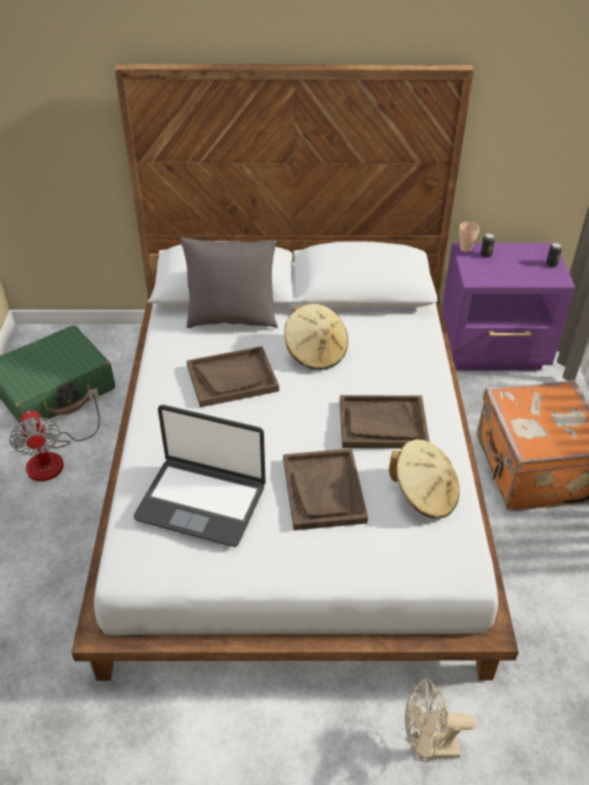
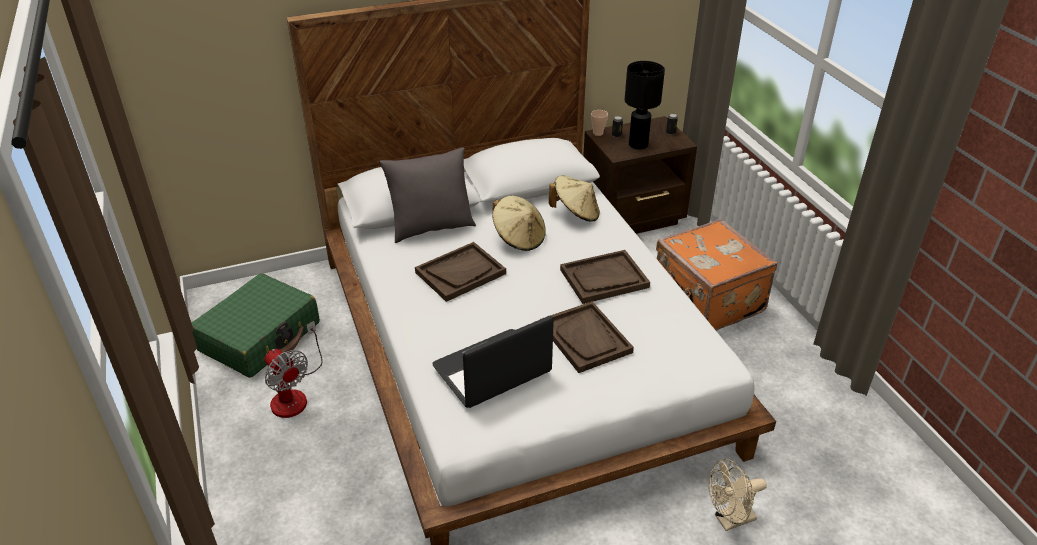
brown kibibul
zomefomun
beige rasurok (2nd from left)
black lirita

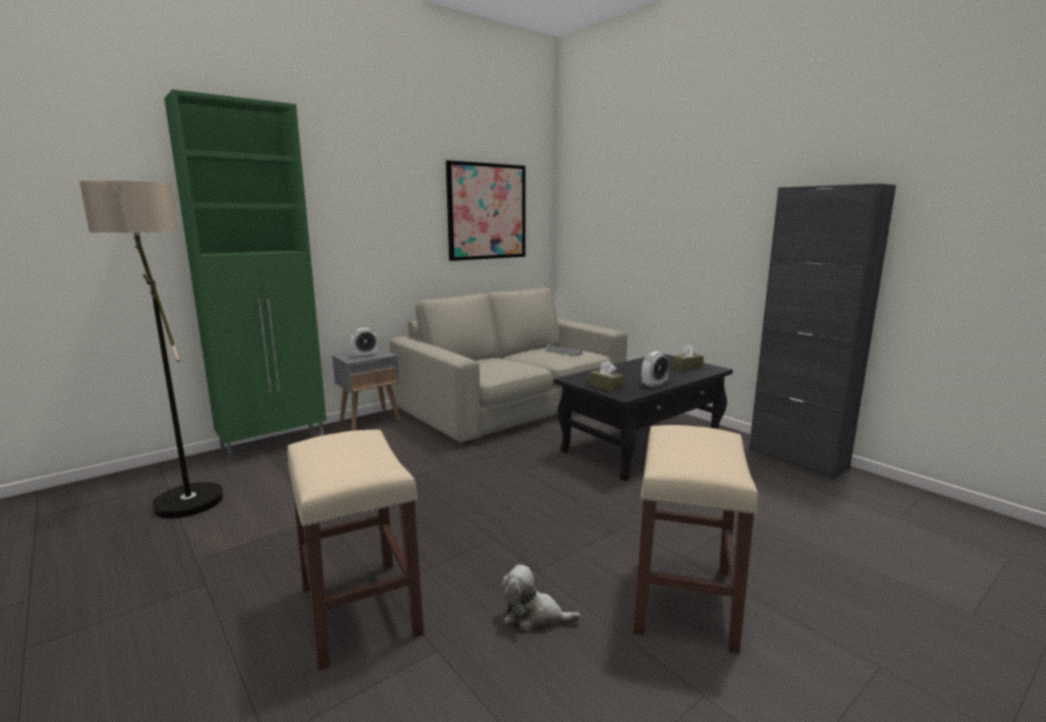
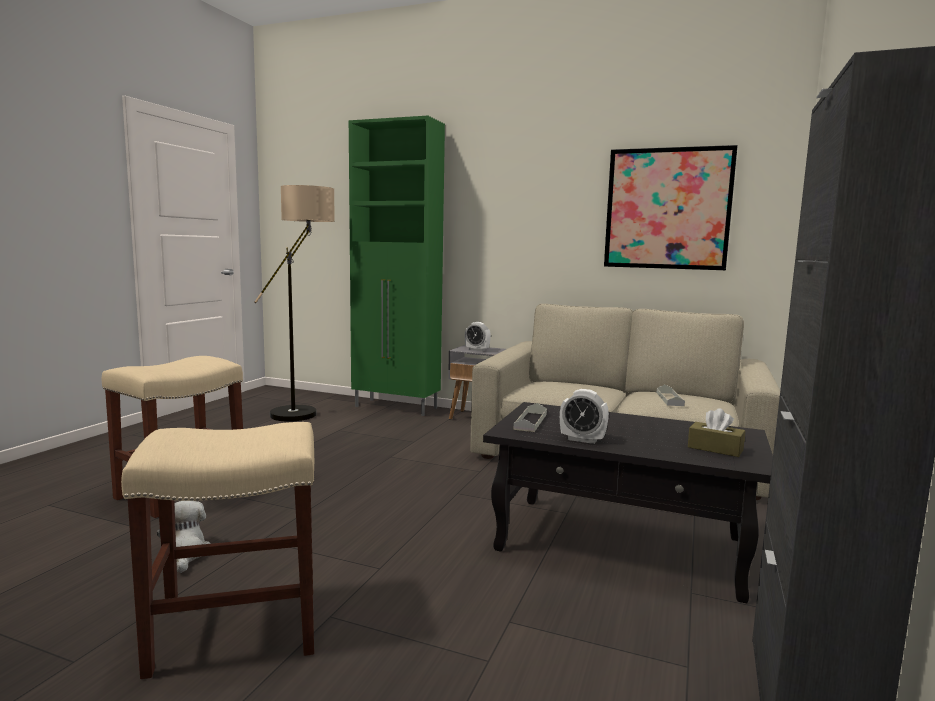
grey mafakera (1st from left)

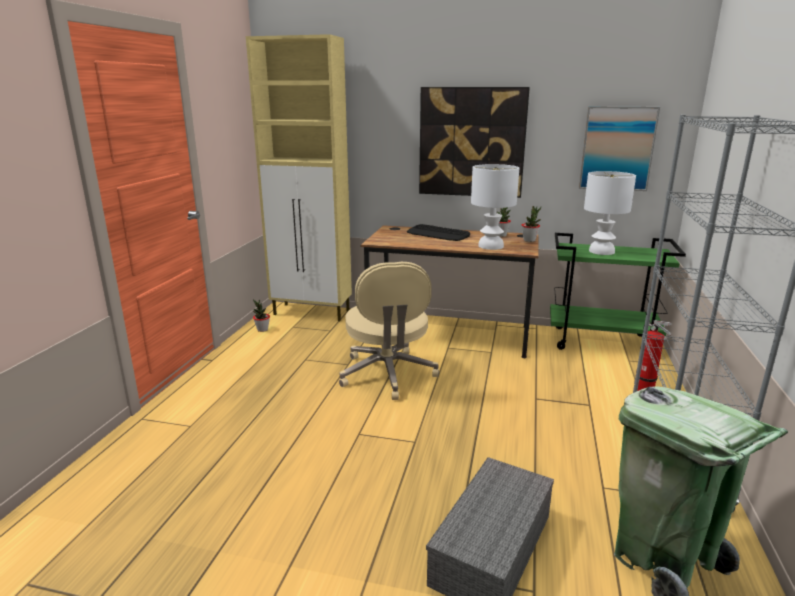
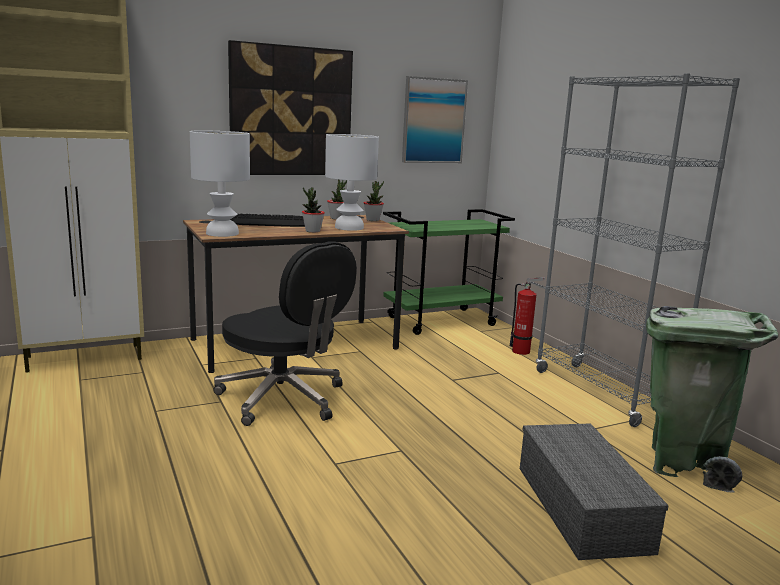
white lirita (1st from left)
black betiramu
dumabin (1st from left)

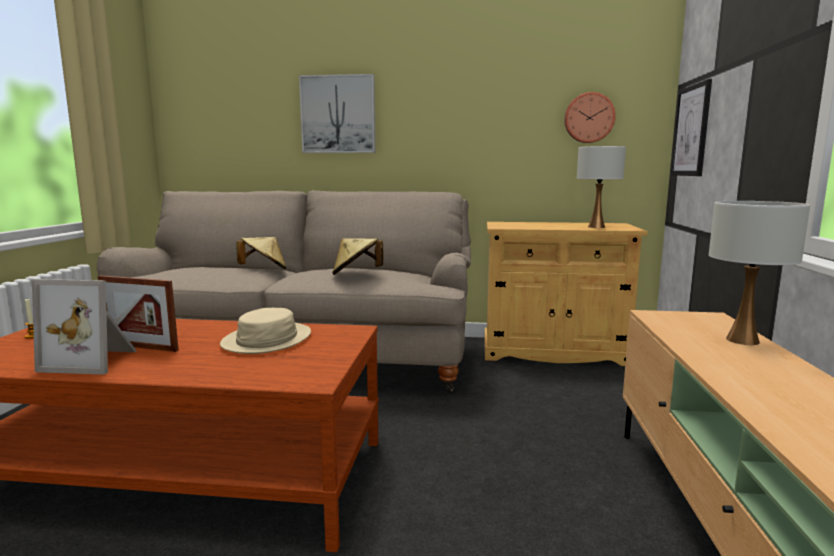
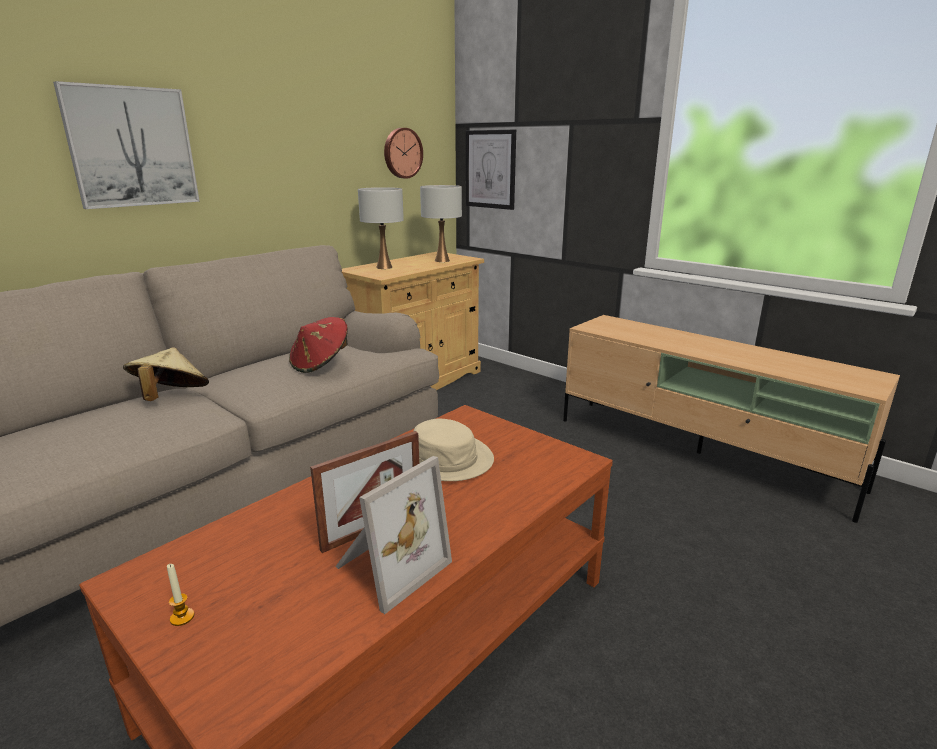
white lirita (1st from left)
red rasurok

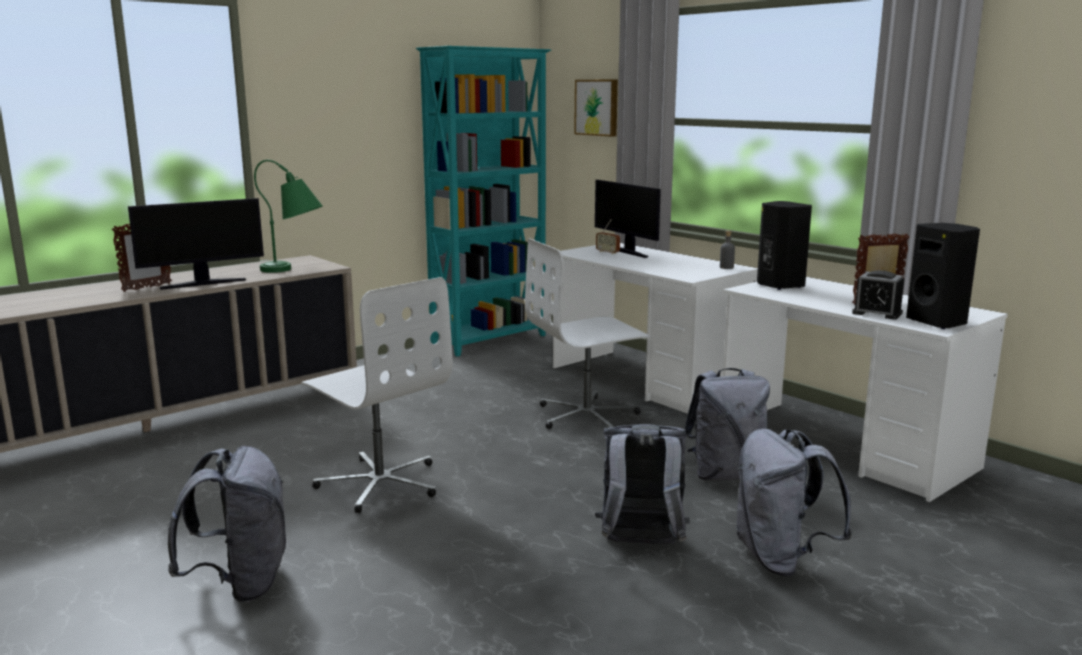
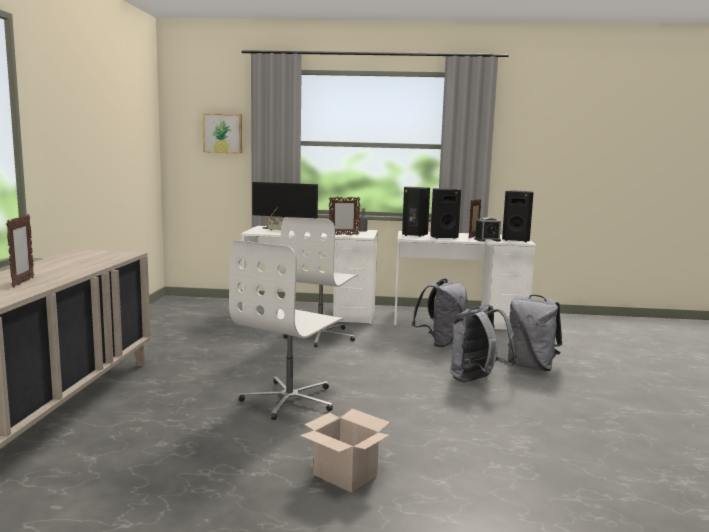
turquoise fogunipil
green lirita
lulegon (1st from left in the first image)
white betiramu (1st from left)
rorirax
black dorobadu (2nd from left)
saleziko (2nd from left)

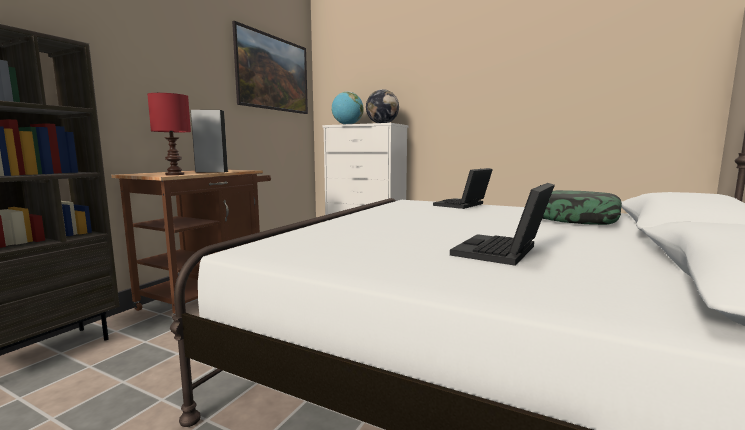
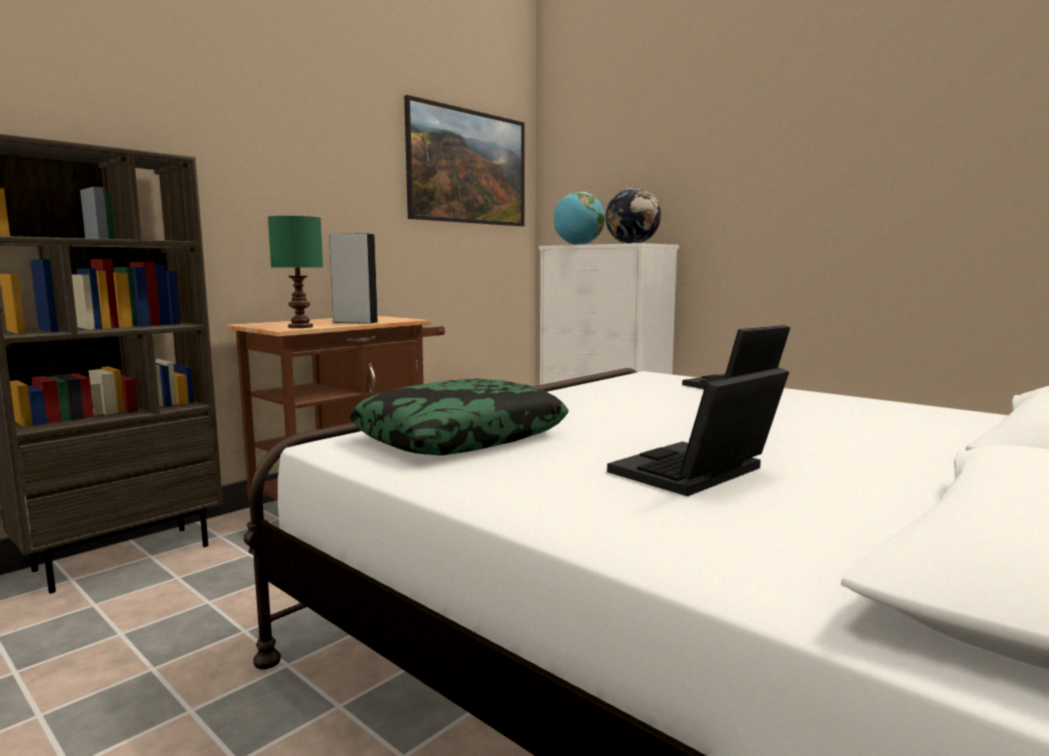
green lirita
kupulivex

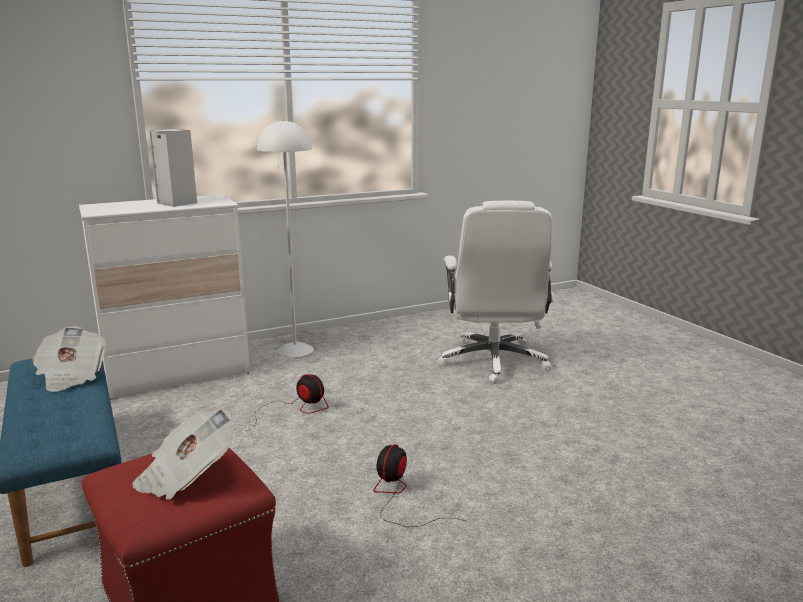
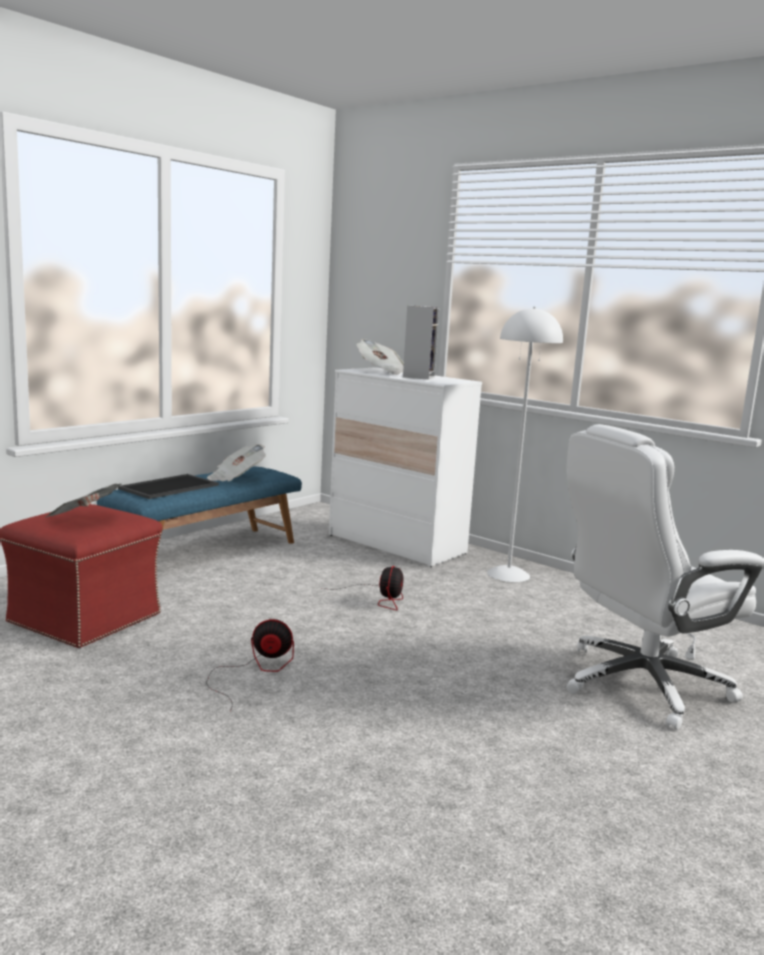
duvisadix (3rd from left)
mafakera

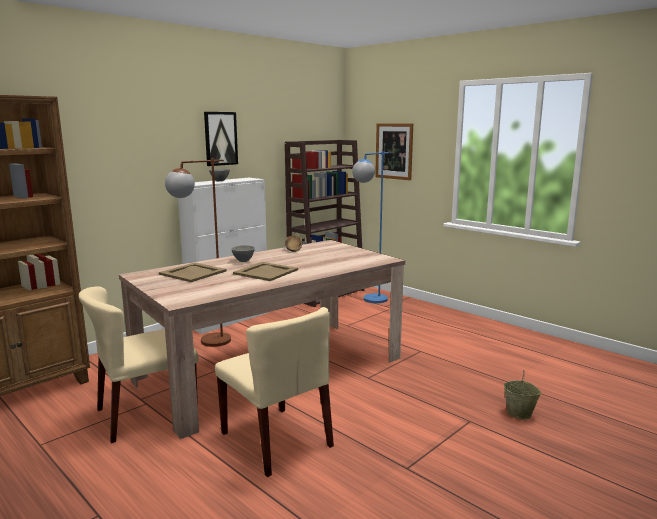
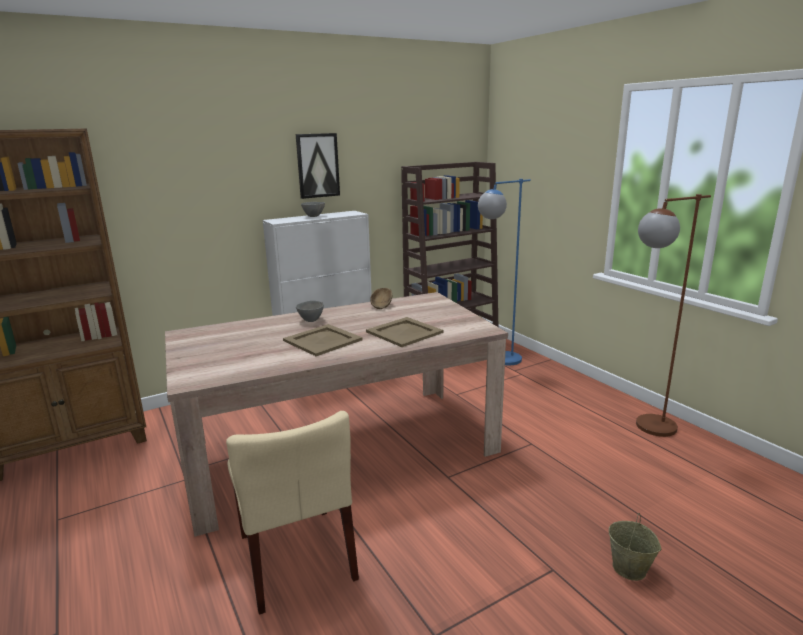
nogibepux (2nd from left in the first image)
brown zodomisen
beige mafakera (2nd from left)
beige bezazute (1st from left in the first image)

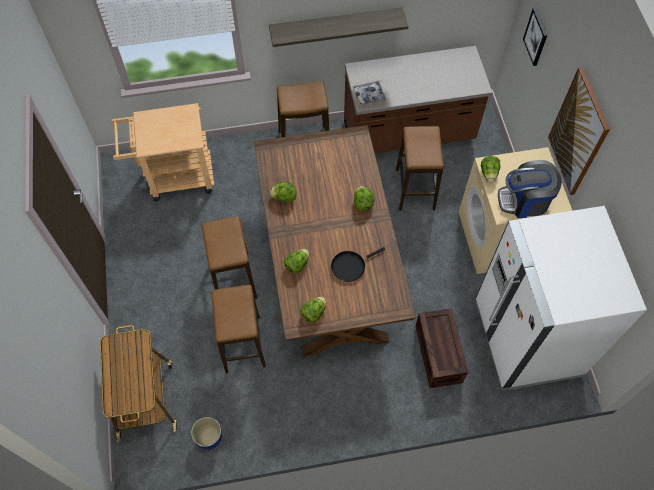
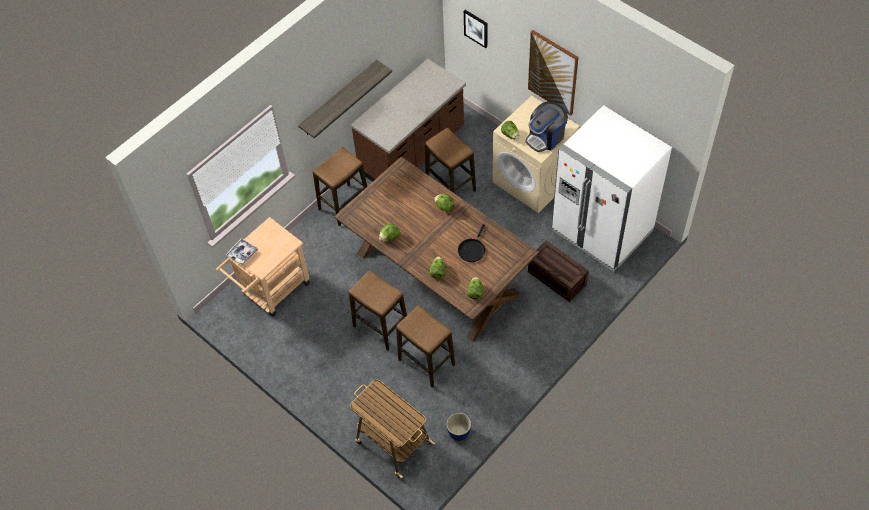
mafakera

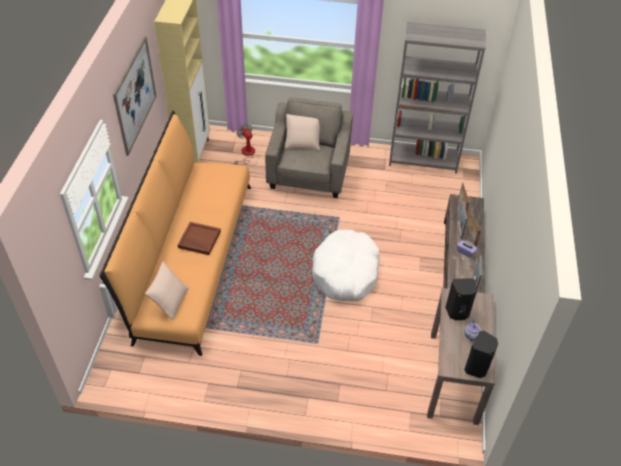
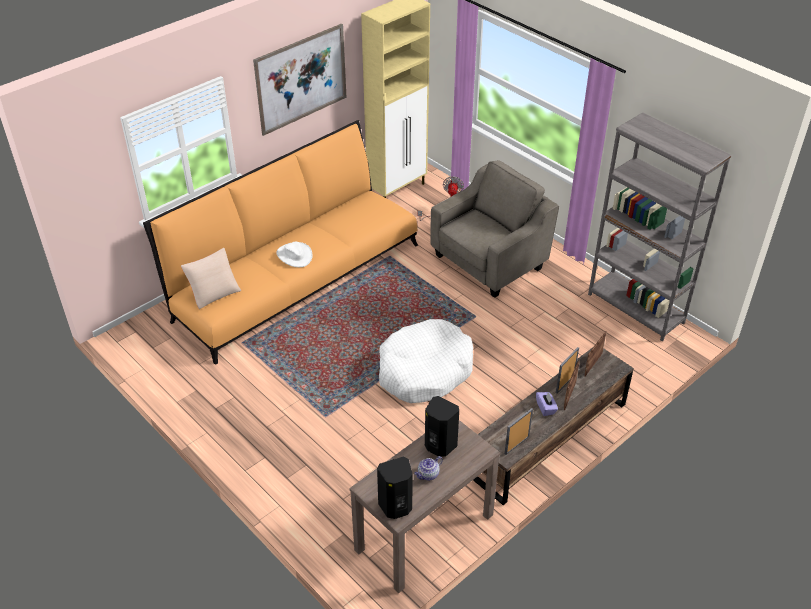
beige kupulivex (2nd from left in the first image)
white rasurok

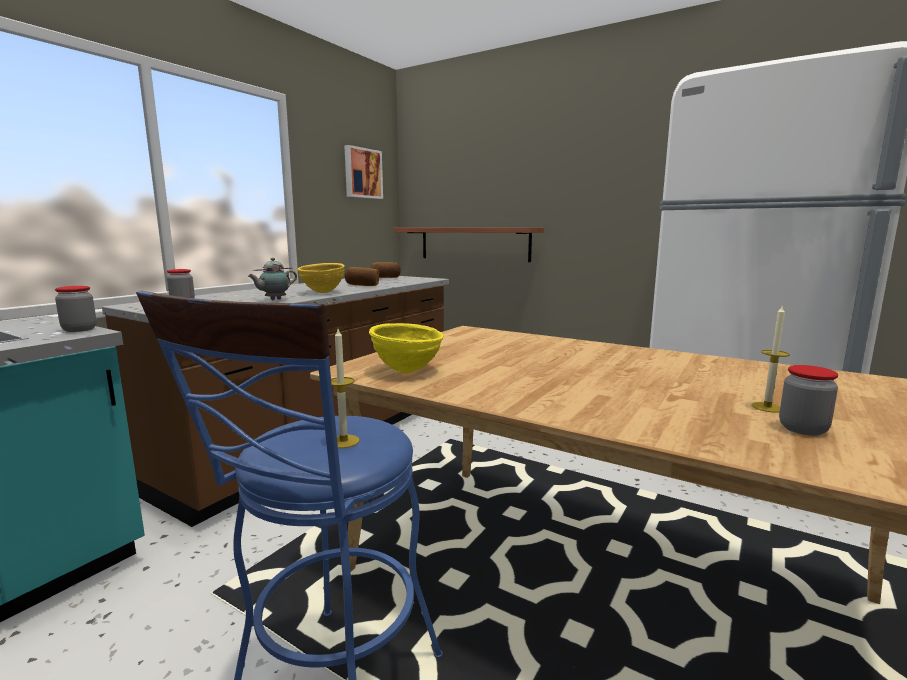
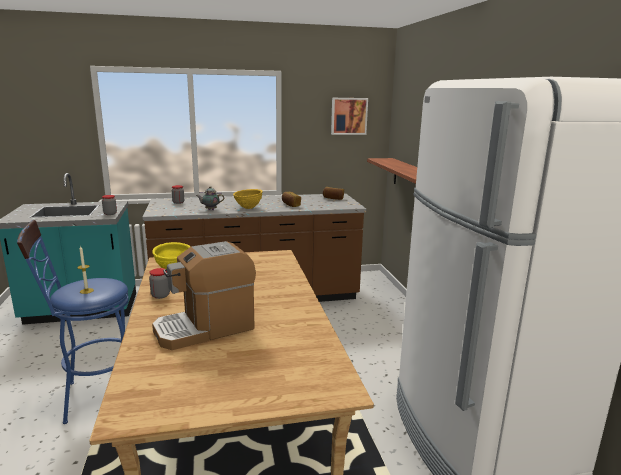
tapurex (2nd from left in the first image)
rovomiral (2nd from left)
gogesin

